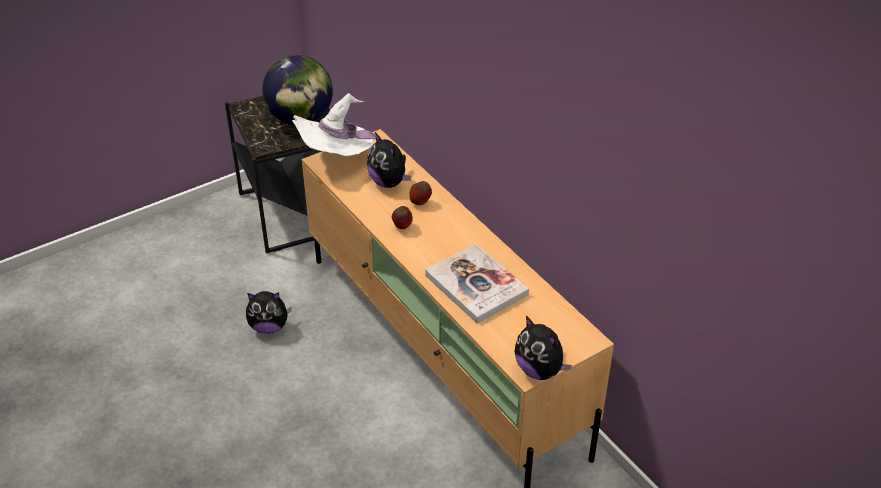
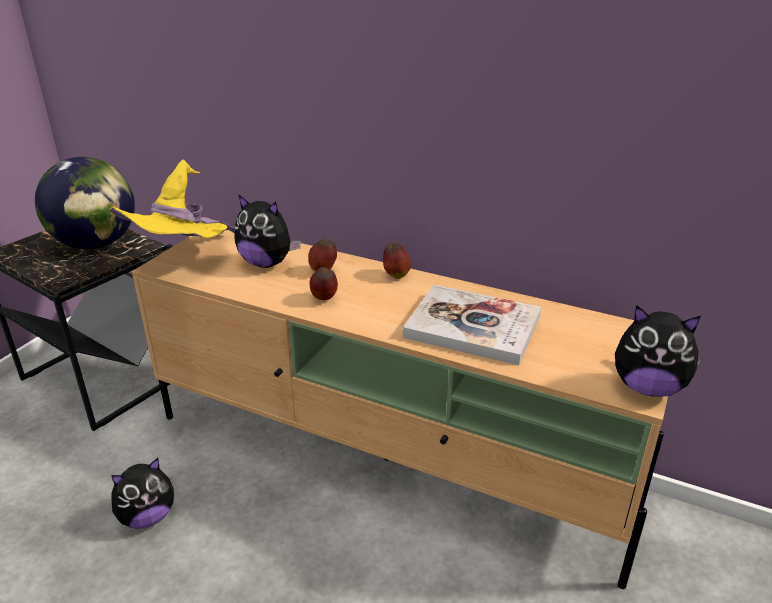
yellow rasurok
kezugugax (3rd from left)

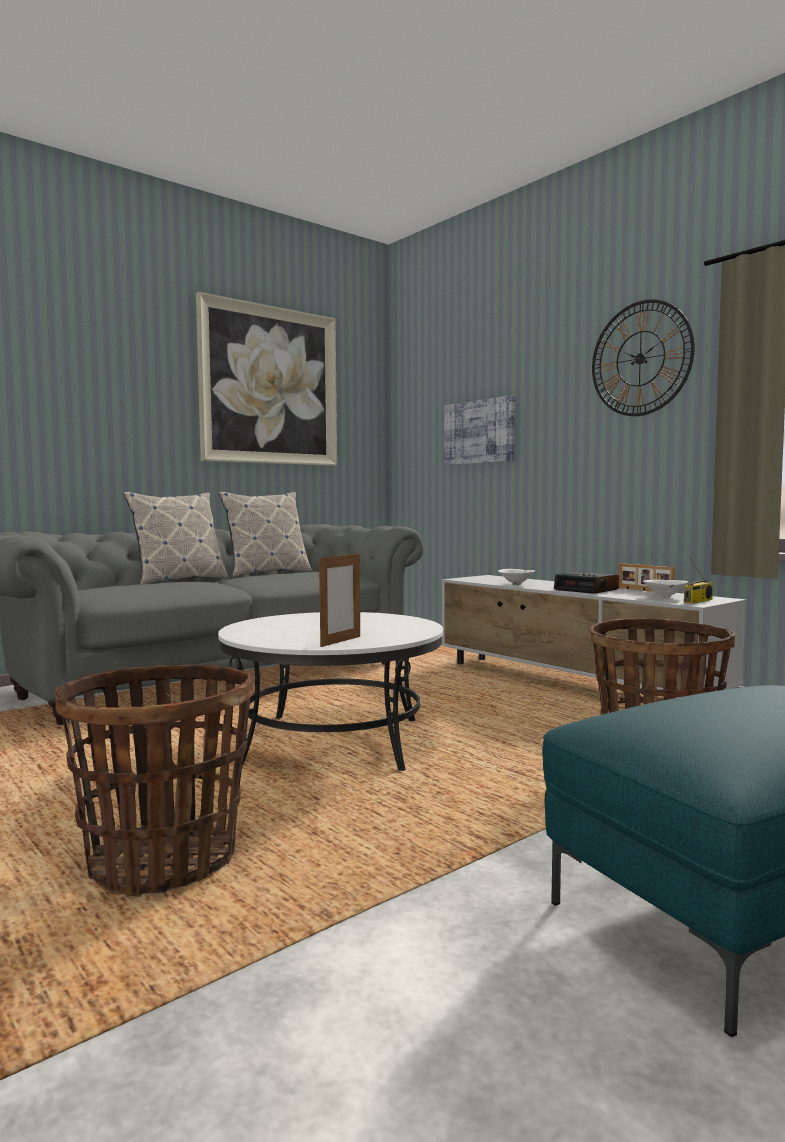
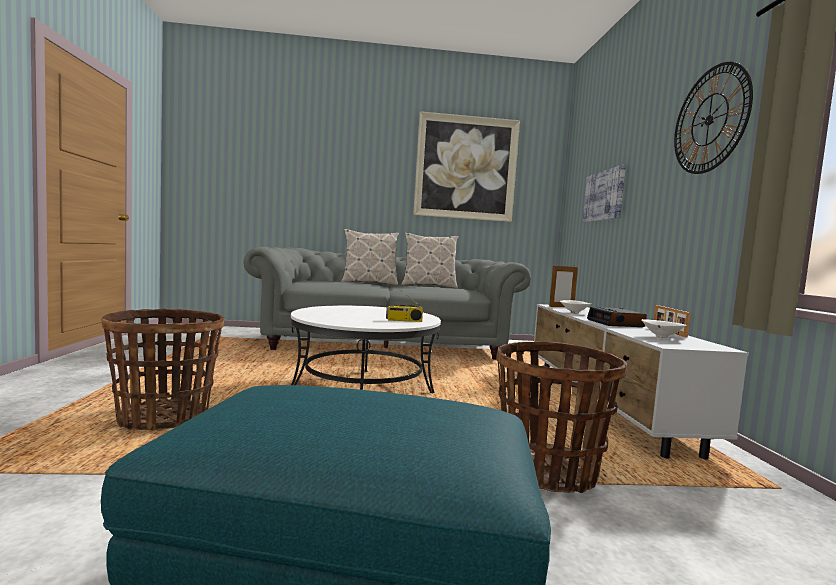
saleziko (1st from left)
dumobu

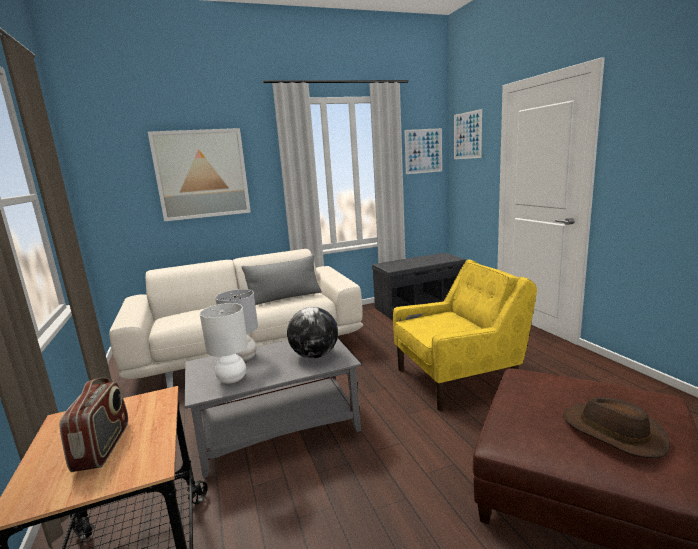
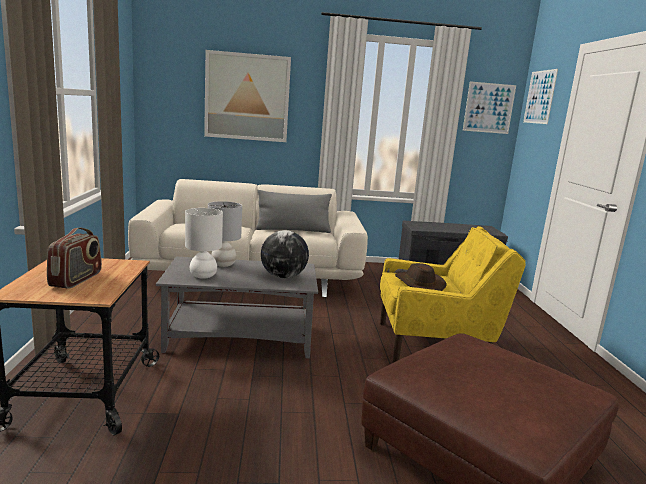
brown rasurok

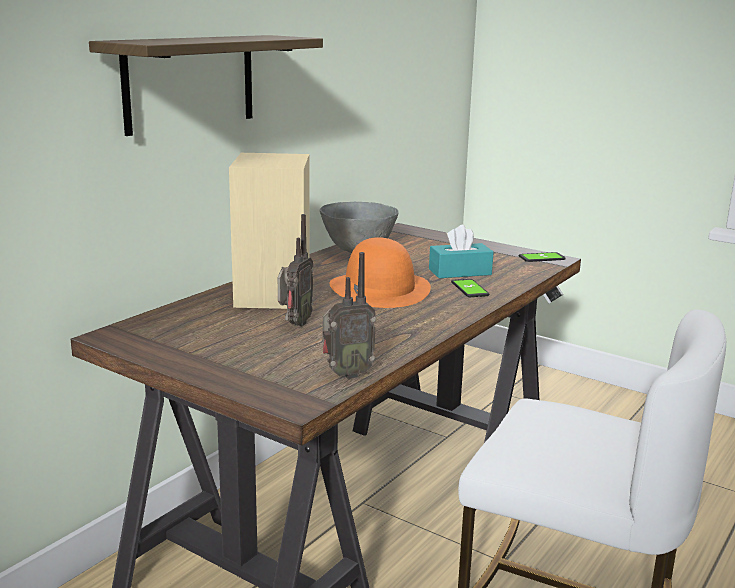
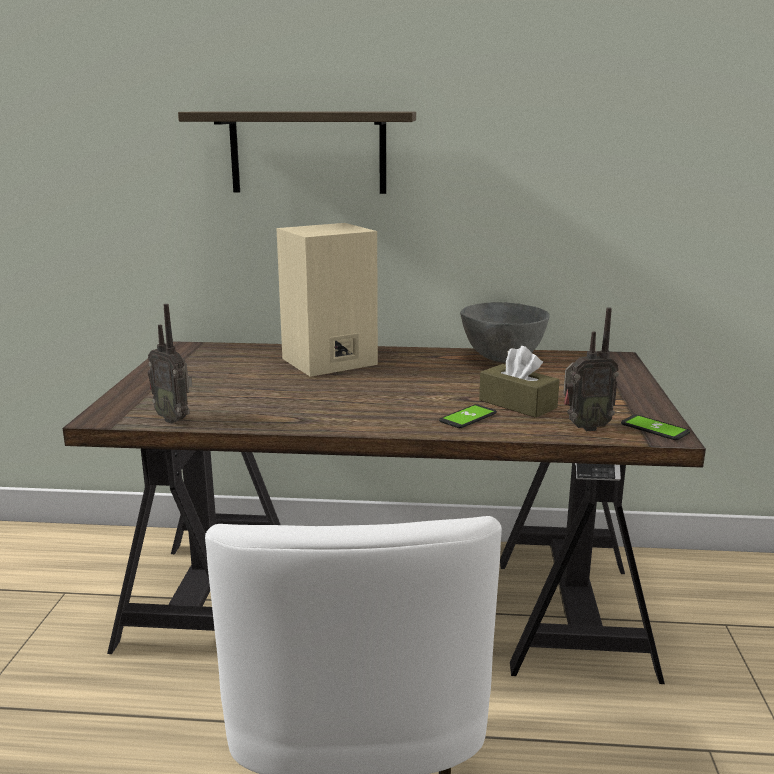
dumobu (2nd from left)
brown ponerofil
orange rasurok

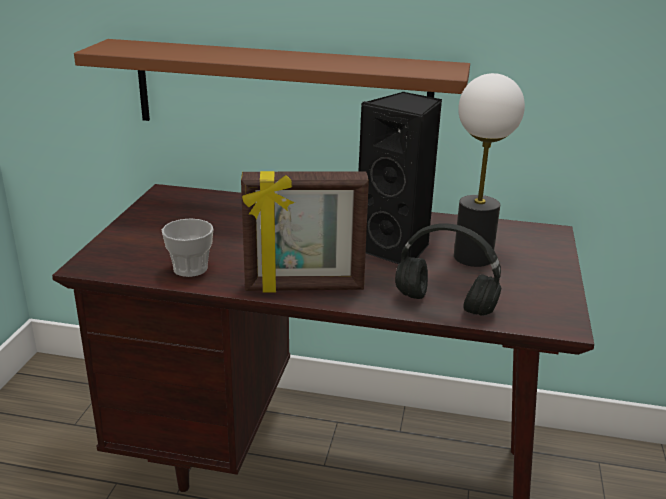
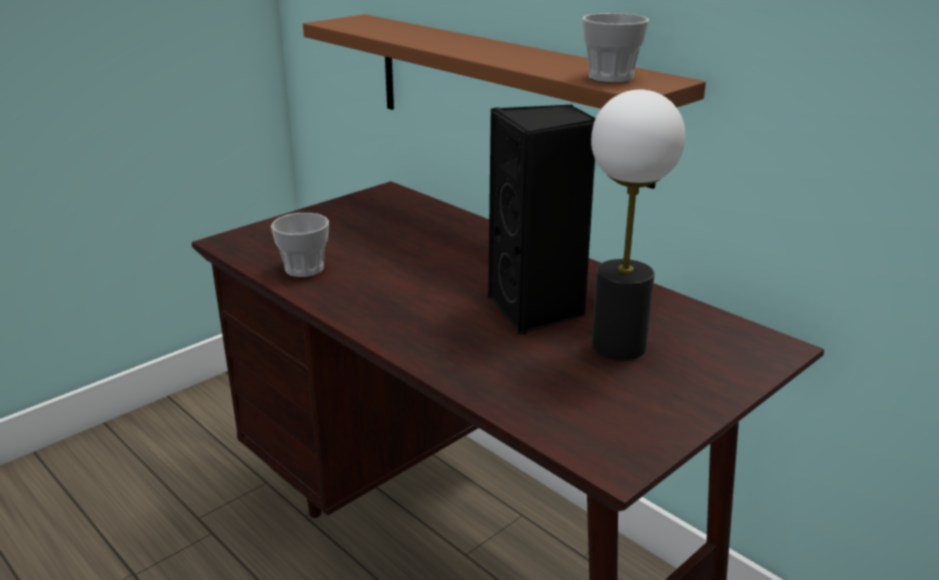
saleziko
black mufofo
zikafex (2nd from left)

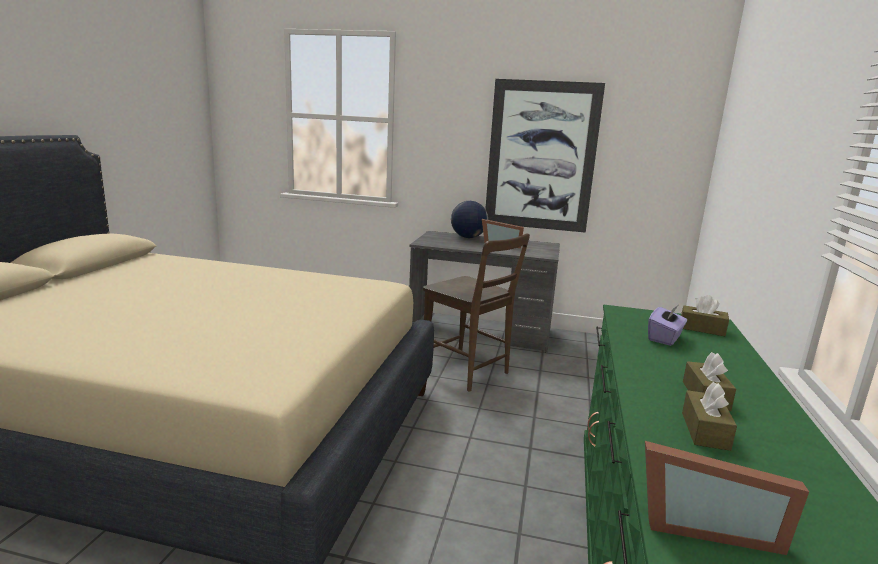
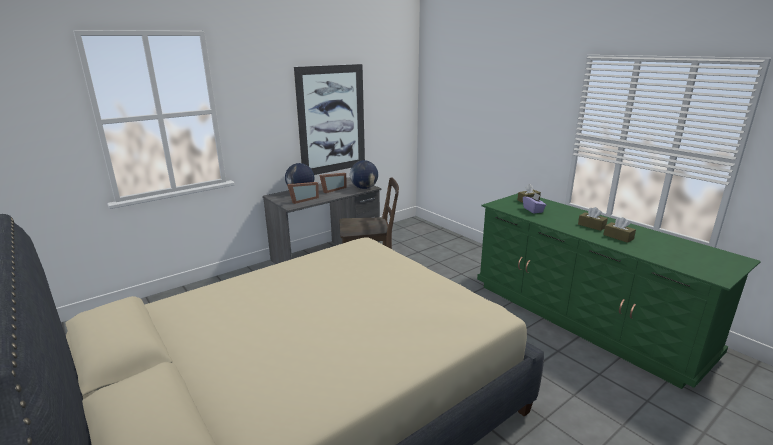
saleziko (1st from left)
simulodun (2nd from left)

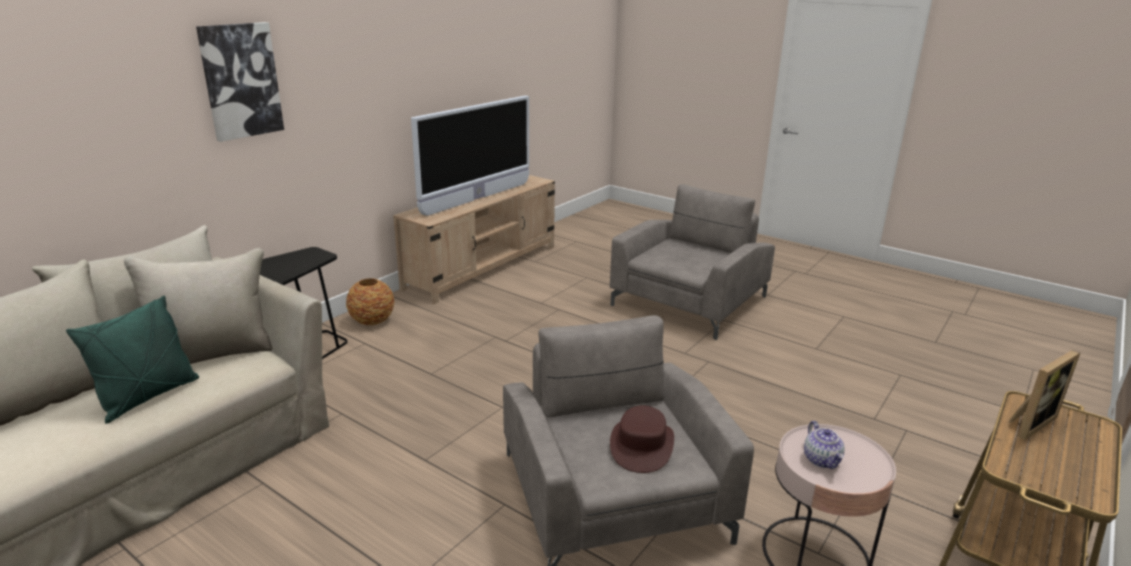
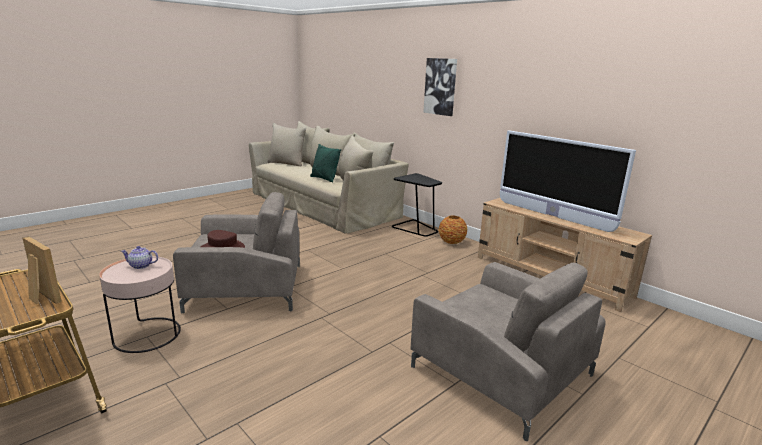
saleziko

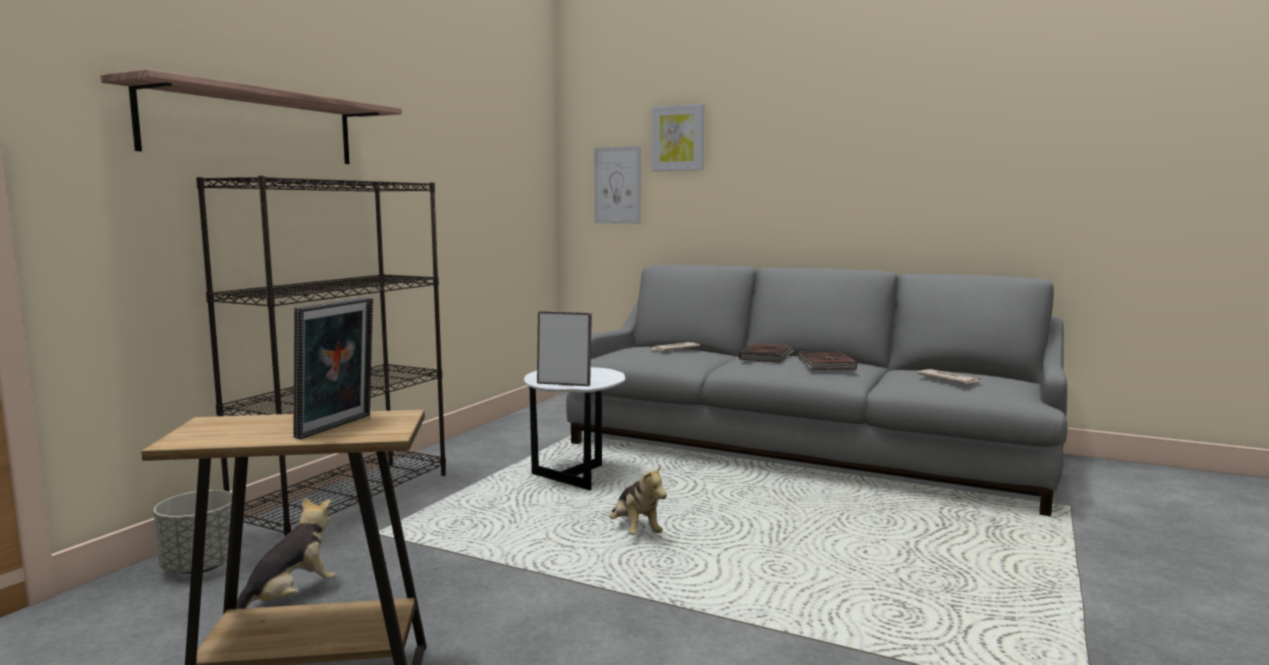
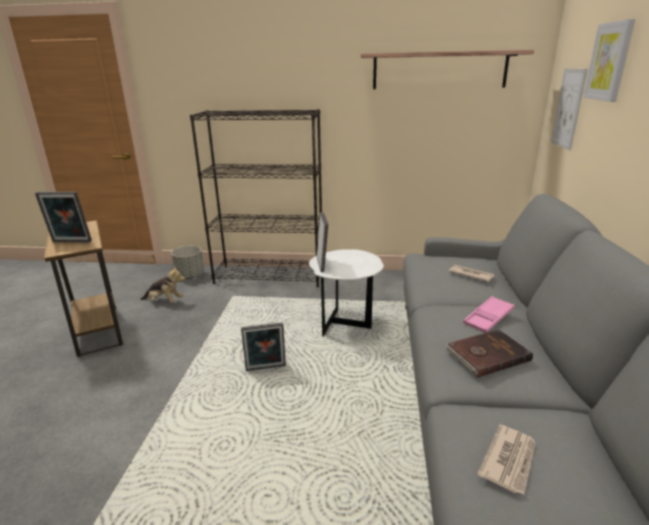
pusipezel
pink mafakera
saleziko (2nd from left)

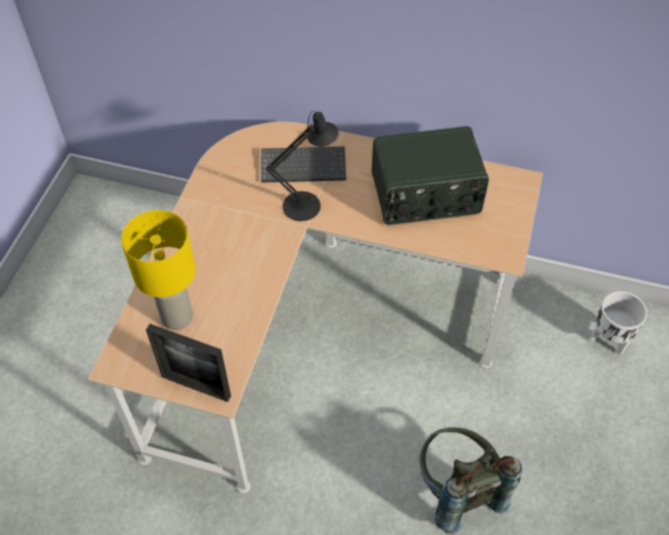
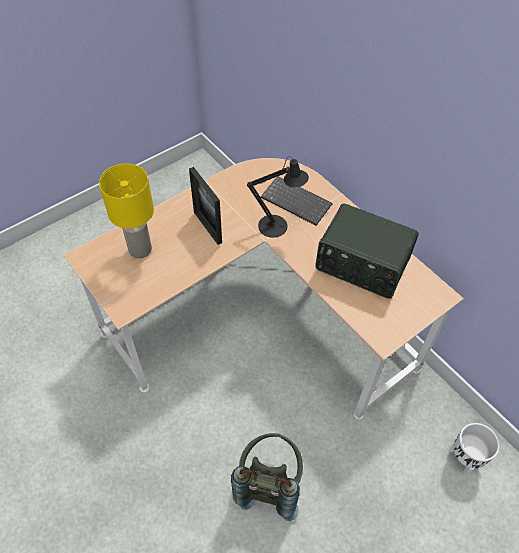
saleziko

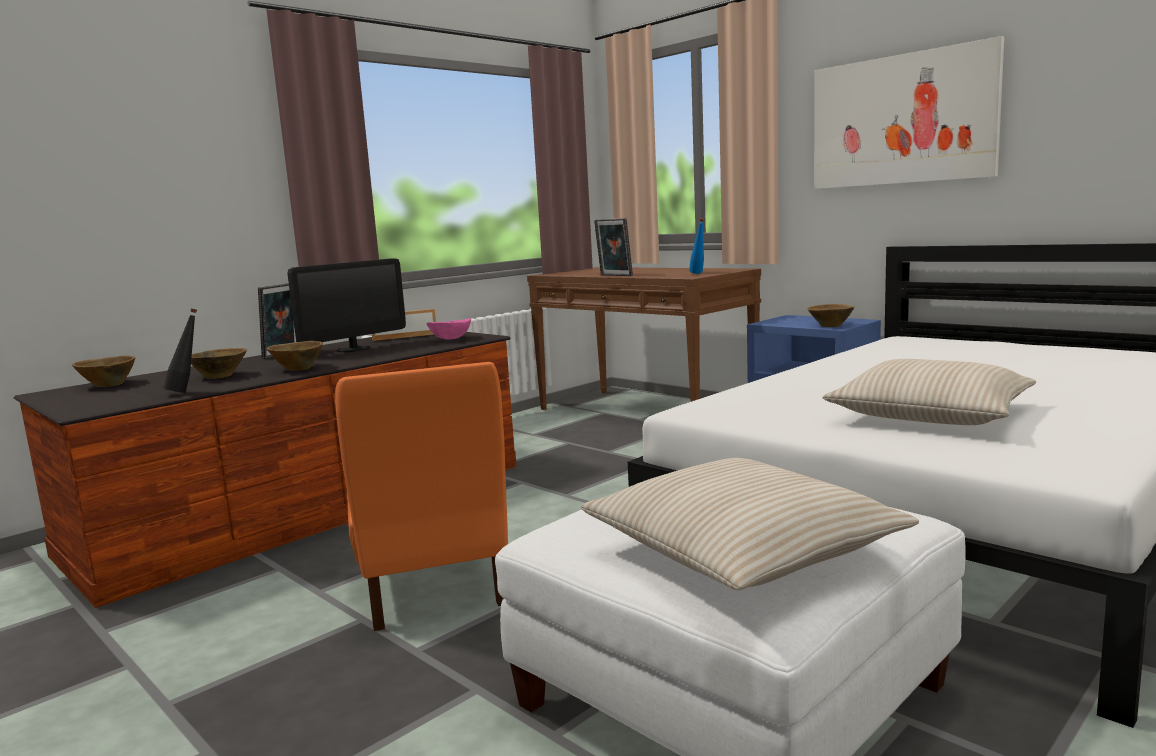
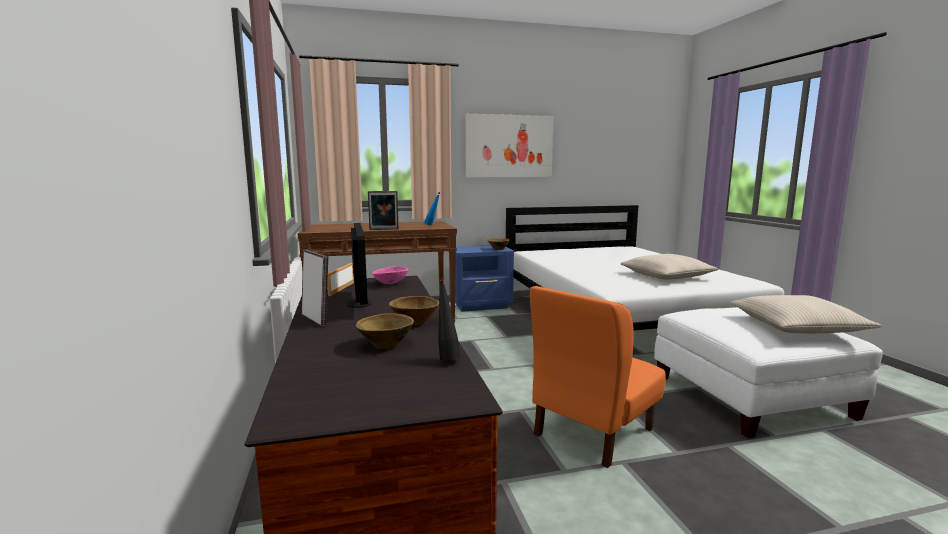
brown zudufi (1st from left in the first image)
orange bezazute

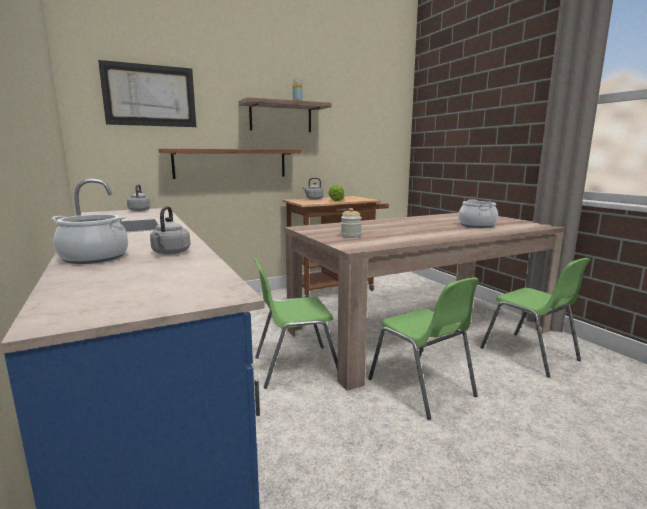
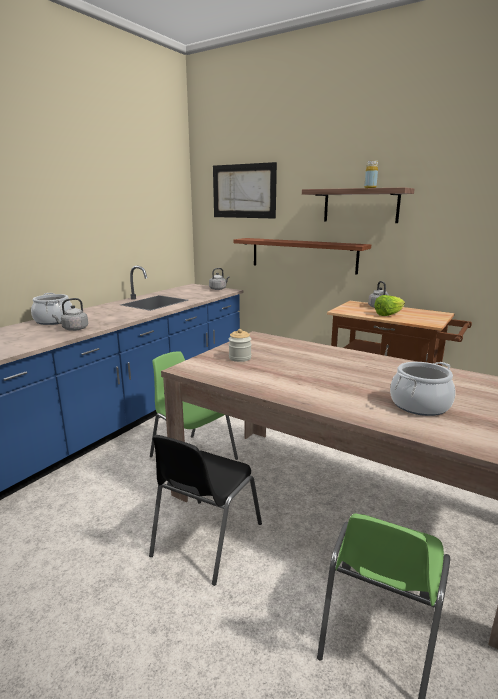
black bezazute

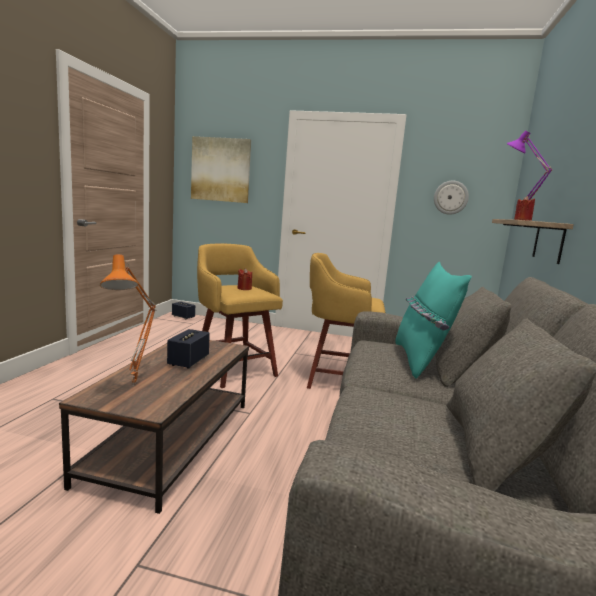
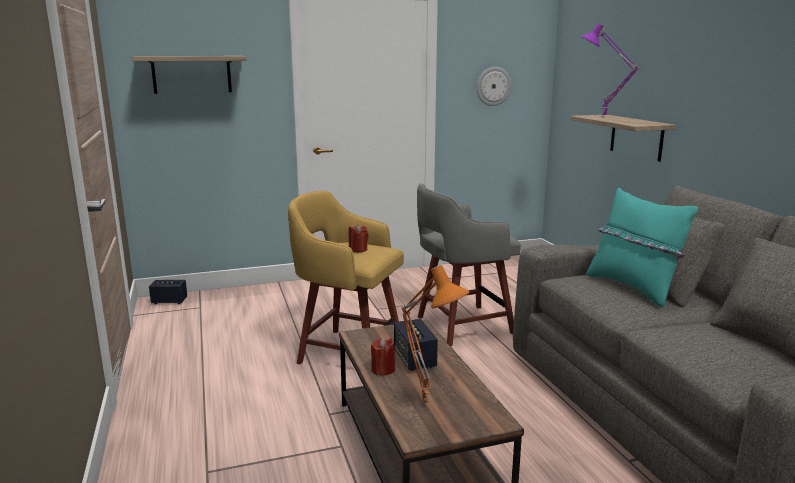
pusipezel (1st from left)
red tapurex (2nd from left)
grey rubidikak

